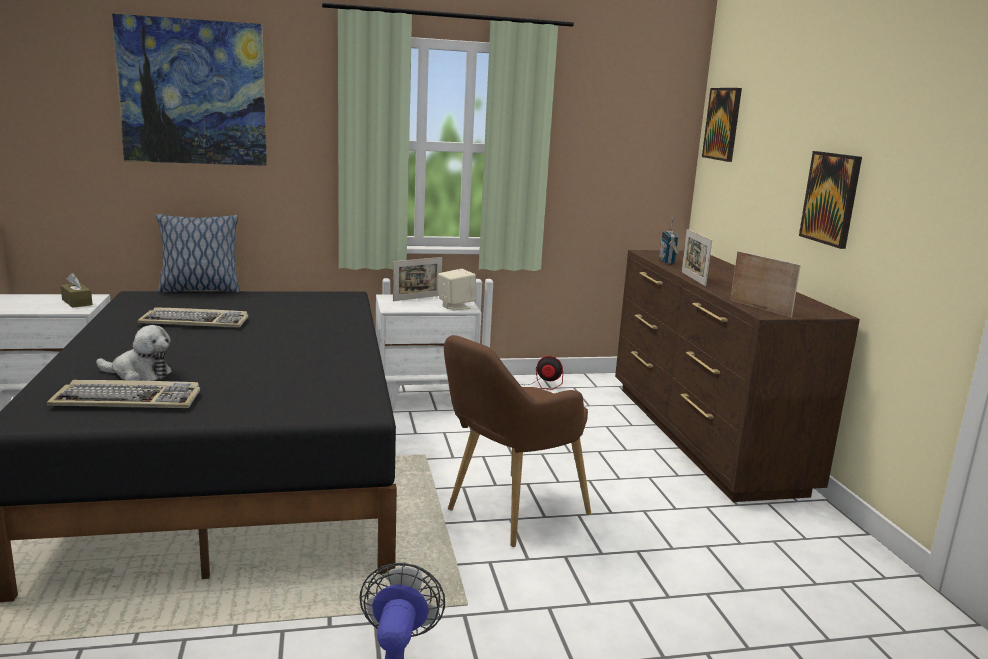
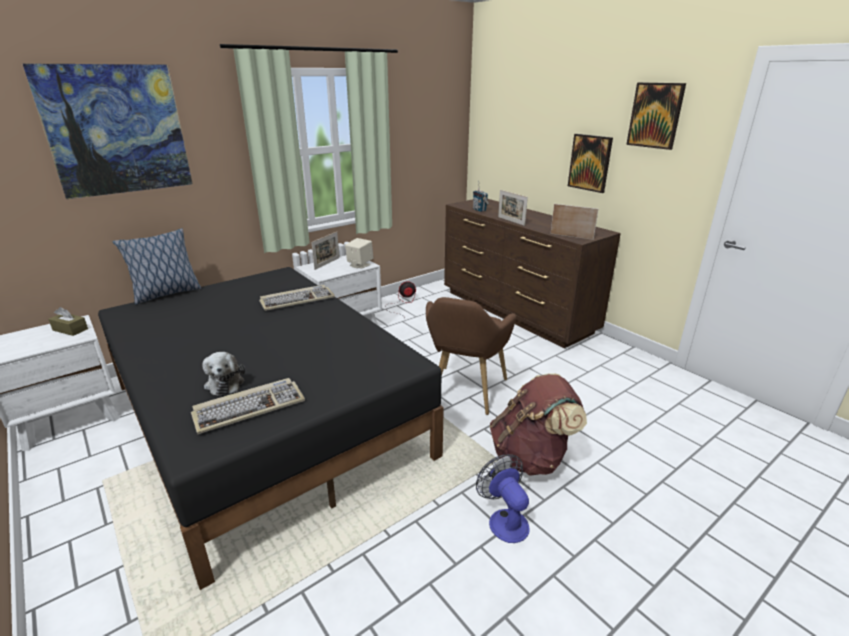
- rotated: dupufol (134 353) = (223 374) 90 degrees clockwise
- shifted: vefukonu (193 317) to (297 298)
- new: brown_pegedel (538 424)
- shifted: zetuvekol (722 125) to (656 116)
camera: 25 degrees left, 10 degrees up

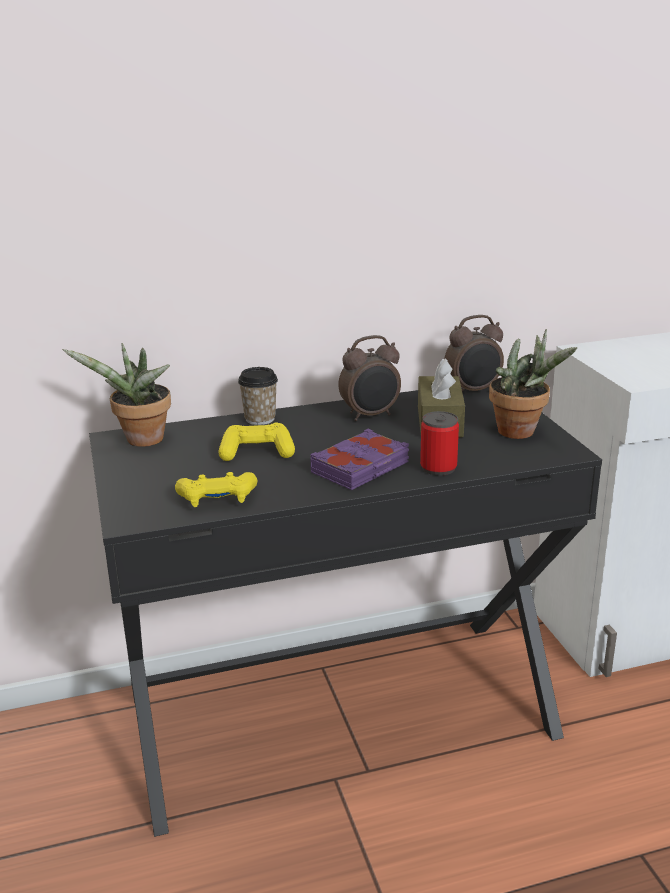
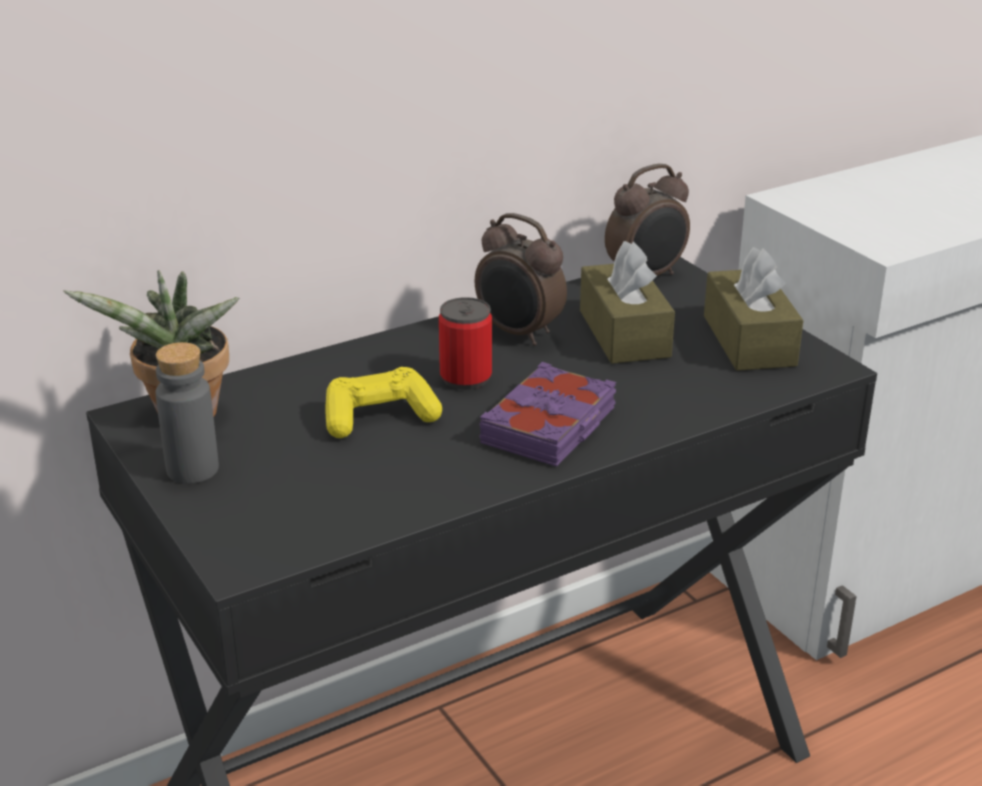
- new: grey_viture (187 413)
- shifted: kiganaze (439 443) to (465 343)
- rotated: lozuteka (369 378) = (521 279) 75 degrees clockwise
- swapped: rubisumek (533 384) to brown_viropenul (753 309)
- gone: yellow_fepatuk (216 489)
- gone: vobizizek (258 396)
camera: 15 degrees left, 5 degrees up

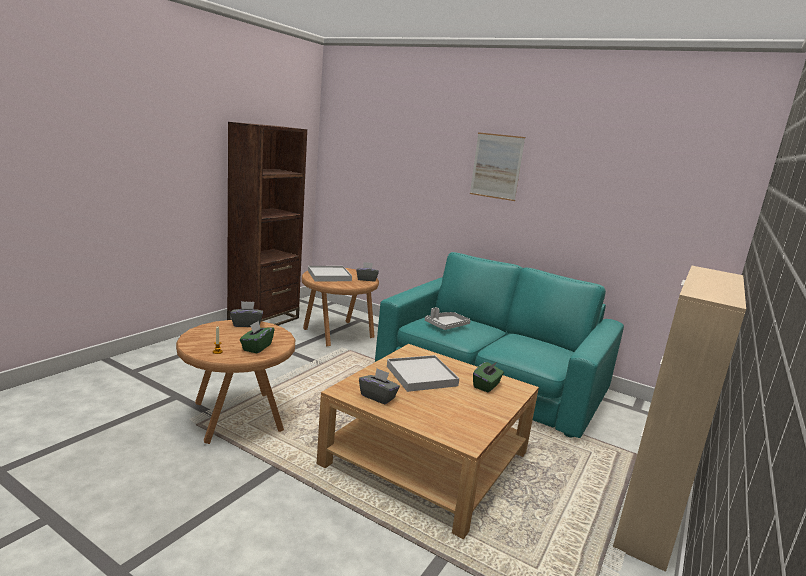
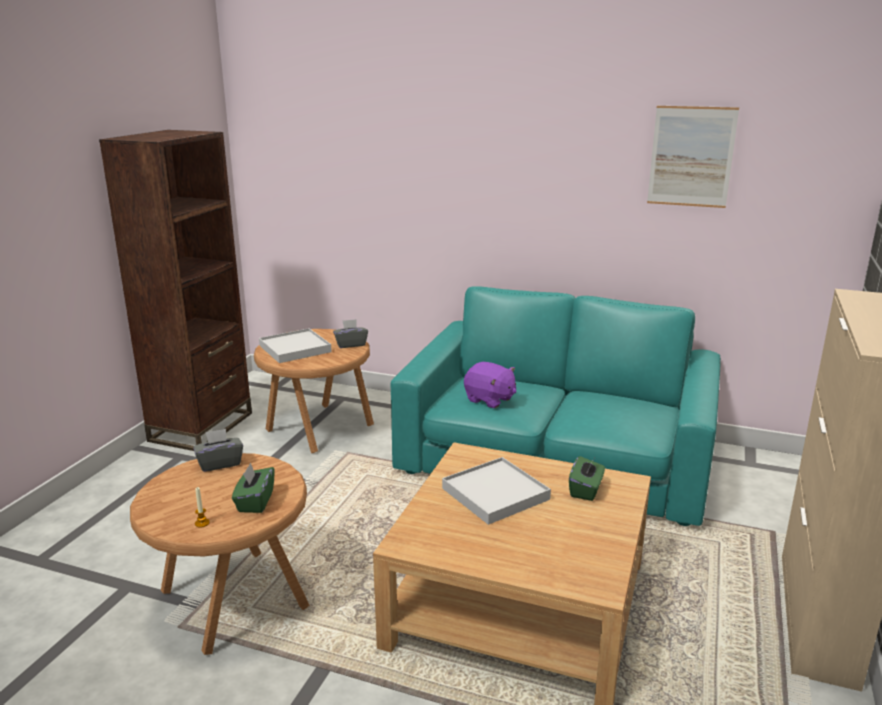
- swapped: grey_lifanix (448 318) to purple_dupufol (490 385)
- shifted: zetuvekol (497 166) to (693 157)
- gone: grey_viropenul (379 386)
camera: 10 degrees left, 5 degrees up

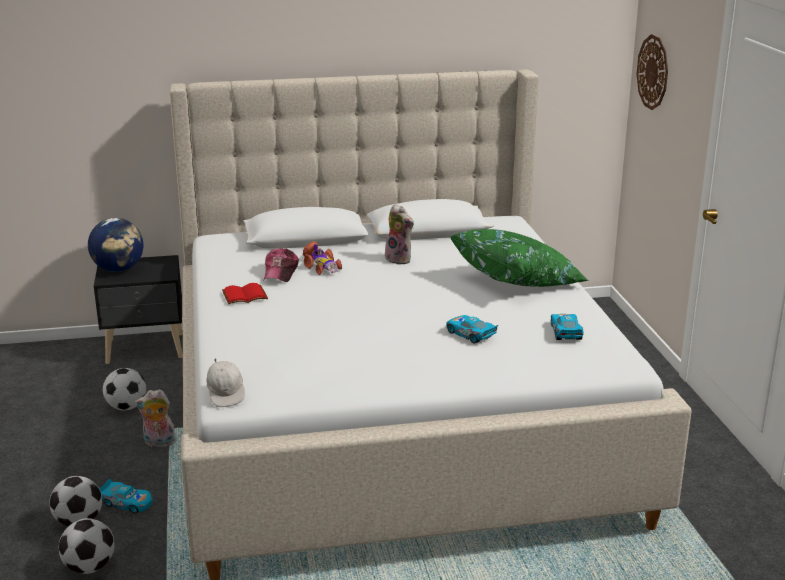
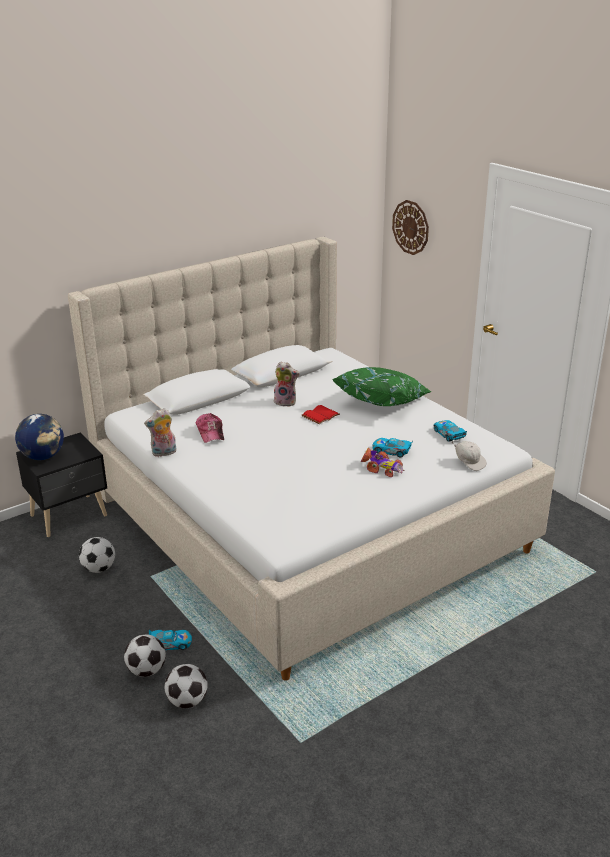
- shifted: dupufol (155 418) to (160 432)
- shifted: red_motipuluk (245 293) to (321 414)
- shifted: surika (322 258) to (383 462)
- shifted: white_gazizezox (226 382) to (469 456)
camera: 25 degrees left, 5 degrees up

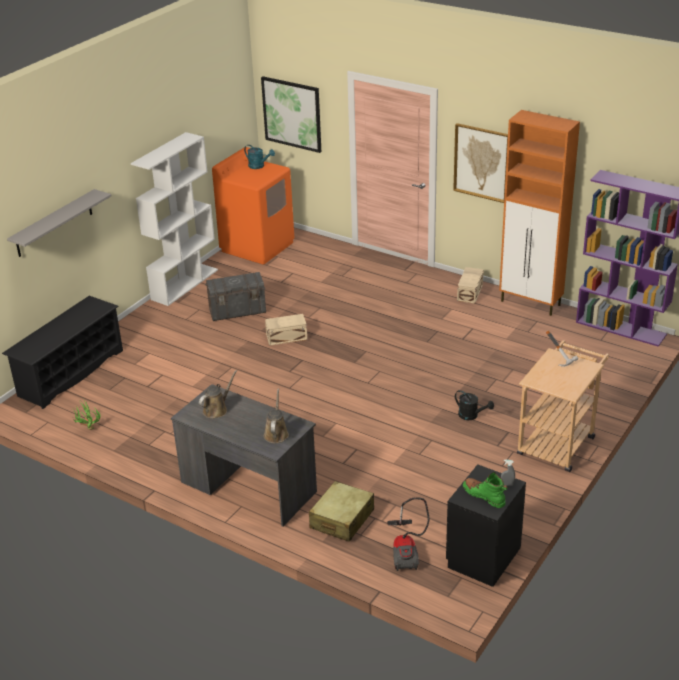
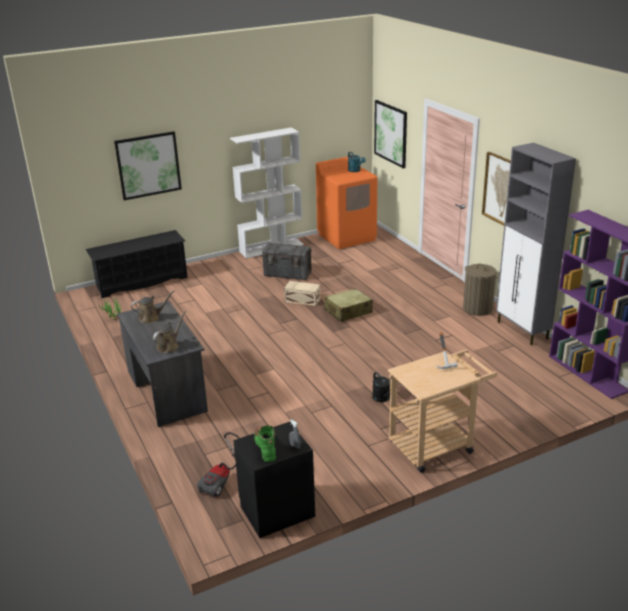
- swapped: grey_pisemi (59 223) to zetuvekol (148 165)
- shifted: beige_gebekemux (341 511) to (348 305)
- swapped: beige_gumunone (470 285) to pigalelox (480 290)
- repainted: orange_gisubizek (539 213) to grey_gisubizek (536 244)
camera: 30 degrees right, 5 degrees down

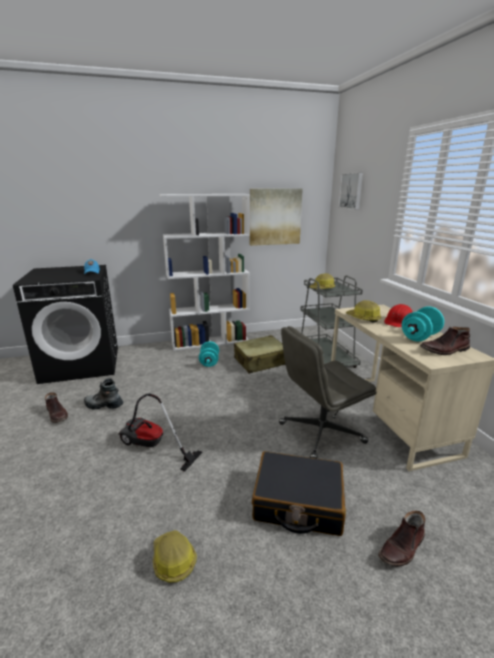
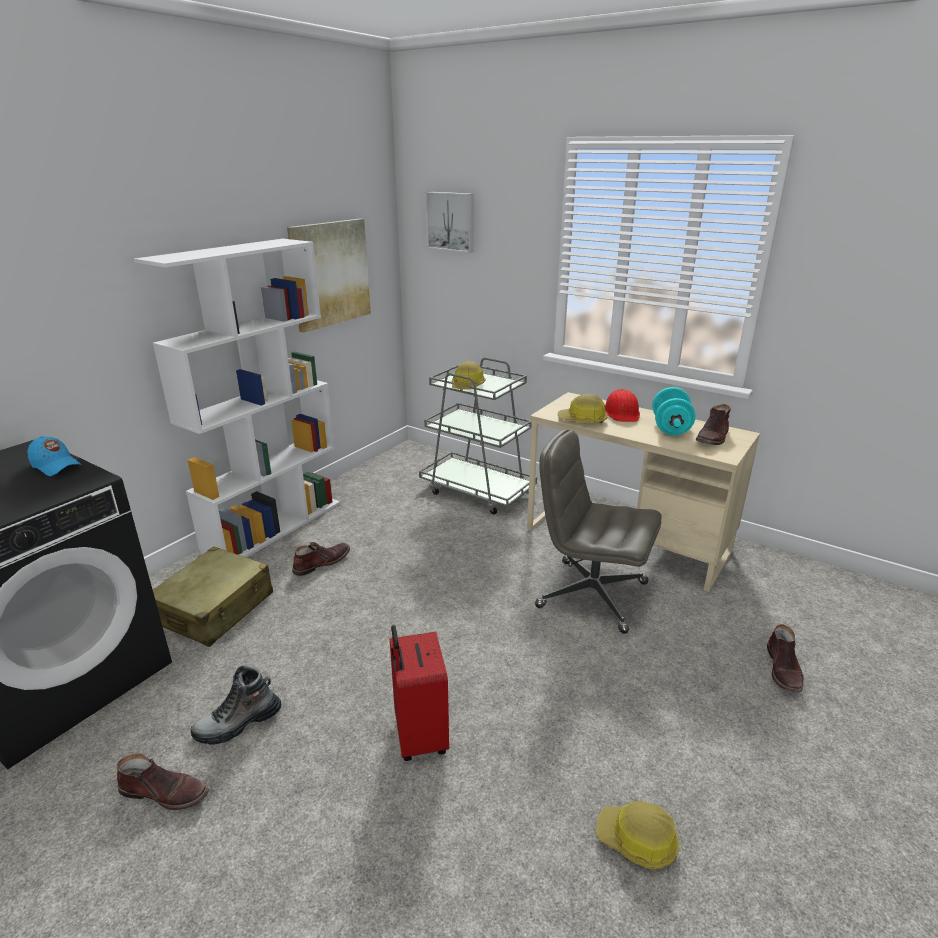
- shifted: beige_gebekemux (260 354) to (213 597)
- swapped: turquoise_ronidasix (209 354) to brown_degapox (321 559)
- swapped: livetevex (160 432) to red_gebekemux (419 693)
- rotated: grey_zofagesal (327 392) = (598 531) 90 degrees clockwise
- gone: black_gebekemux (299 493)
camera: 40 degrees left, 5 degrees up

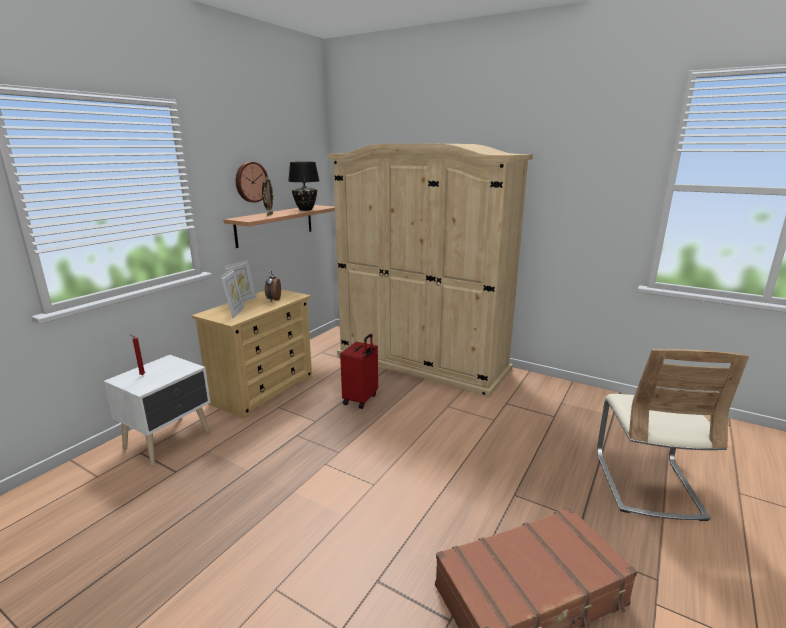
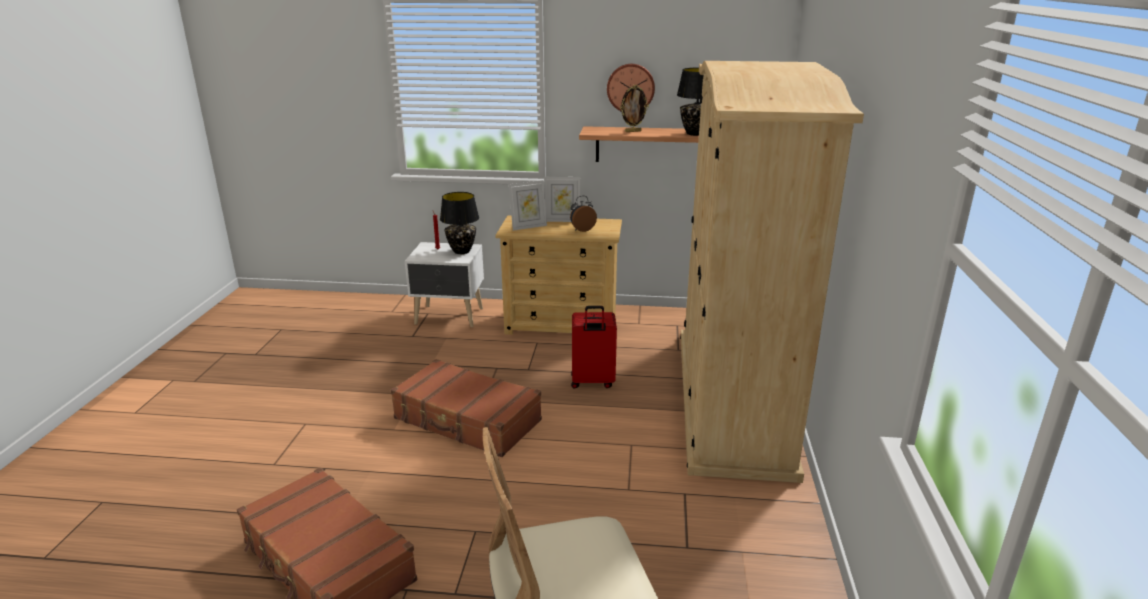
- new: brown_gebekemux (466 408)
- new: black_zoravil (459 223)
camera: 65 degrees right, 5 degrees up

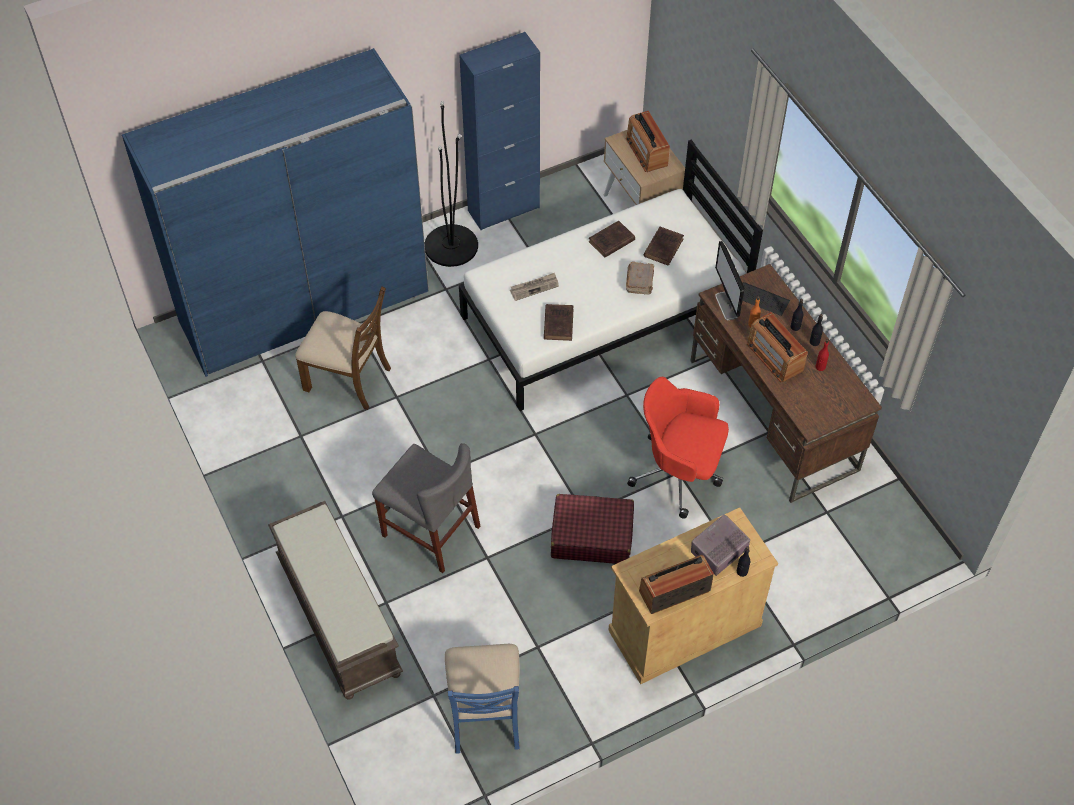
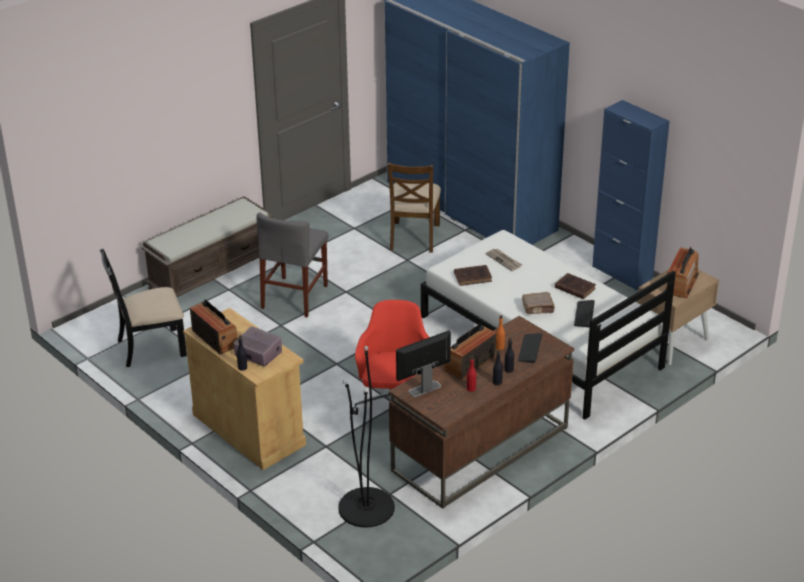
- repainted: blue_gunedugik (482 699) to black_gunedugik (143 307)
- shifted: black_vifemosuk (451 184) to (366 437)
- shifted: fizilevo (729 280) to (423 363)
- swapped: brown_motipuluk (664 246) to vefukonu (584 313)
- rotated: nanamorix (648 141) = (682 272) 150 degrees clockwise
- gone: red_gebekemux (592 529)
camera: 75 degrees right, 20 degrees down

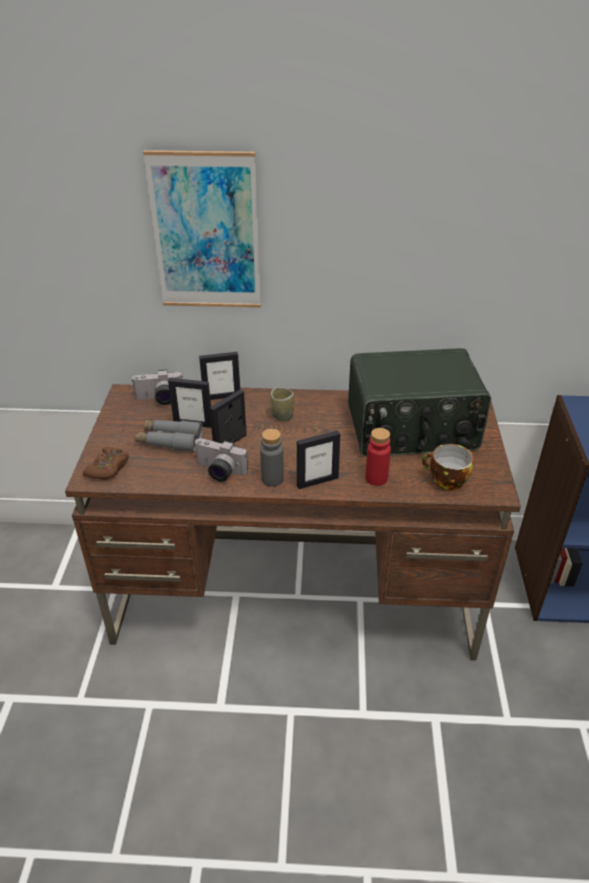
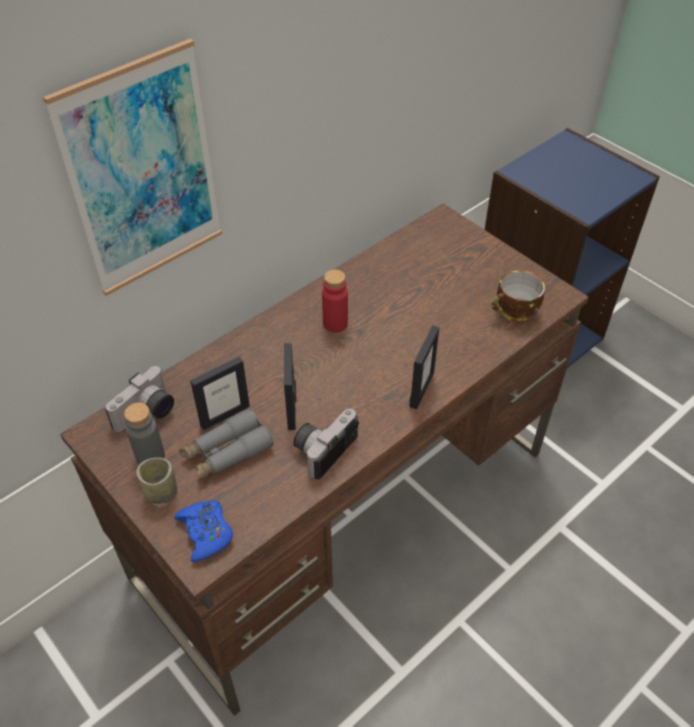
- shifted: grey_viture (272 458) to (144 434)
- shifted: vobizizek (282 404) to (156 481)
- repainted: brown_fepatuk (106 463) to blue_fepatuk (203 531)
- rotated: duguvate (221 460) = (326 444) 150 degrees clockwise
- shifted: red_viture (378 457) to (335 301)
- gone: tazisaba (219 376)
- gone: nanamorix (419 402)
camera: 45 degrees left, 10 degrees up

